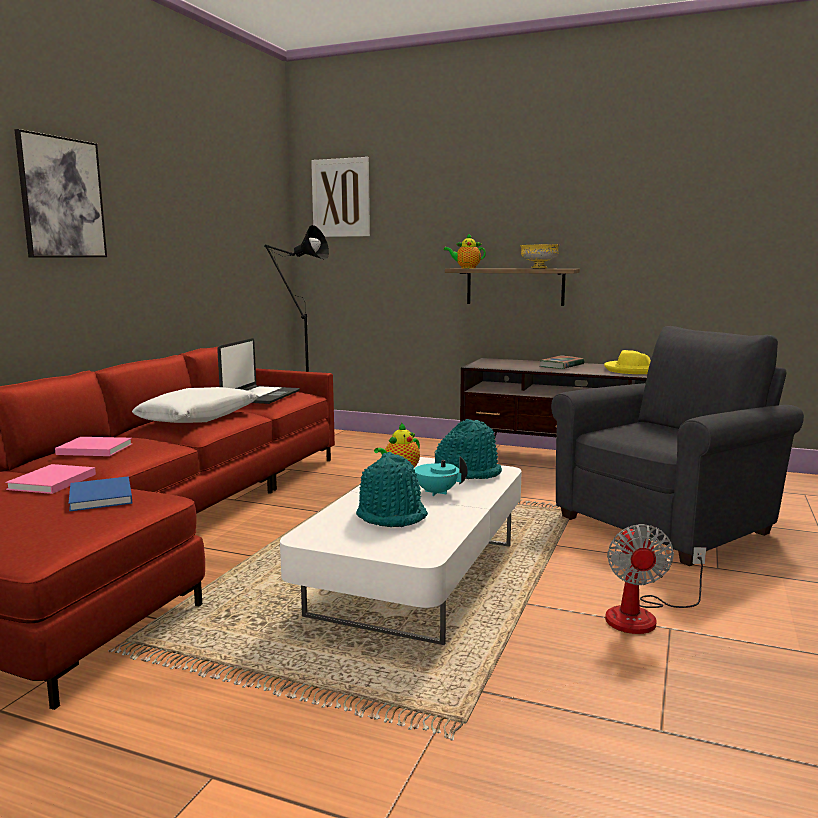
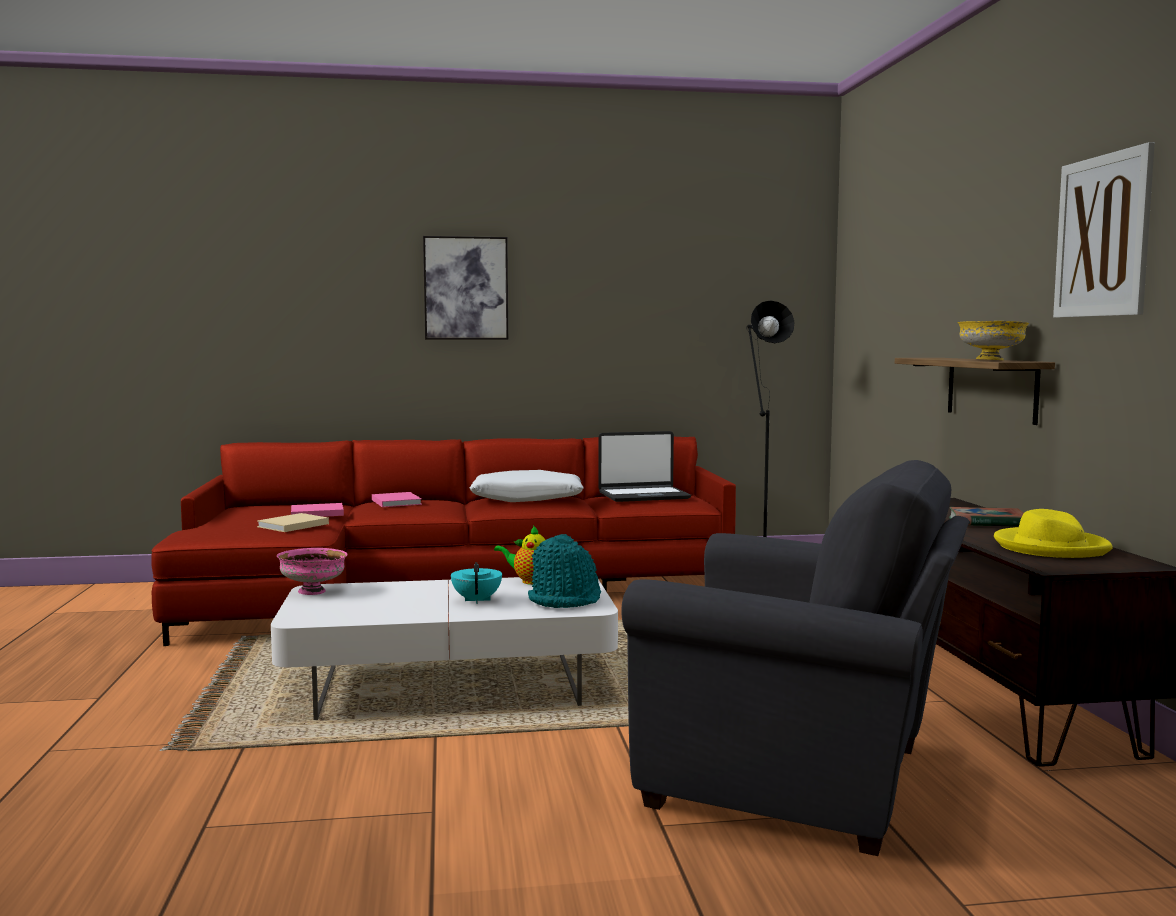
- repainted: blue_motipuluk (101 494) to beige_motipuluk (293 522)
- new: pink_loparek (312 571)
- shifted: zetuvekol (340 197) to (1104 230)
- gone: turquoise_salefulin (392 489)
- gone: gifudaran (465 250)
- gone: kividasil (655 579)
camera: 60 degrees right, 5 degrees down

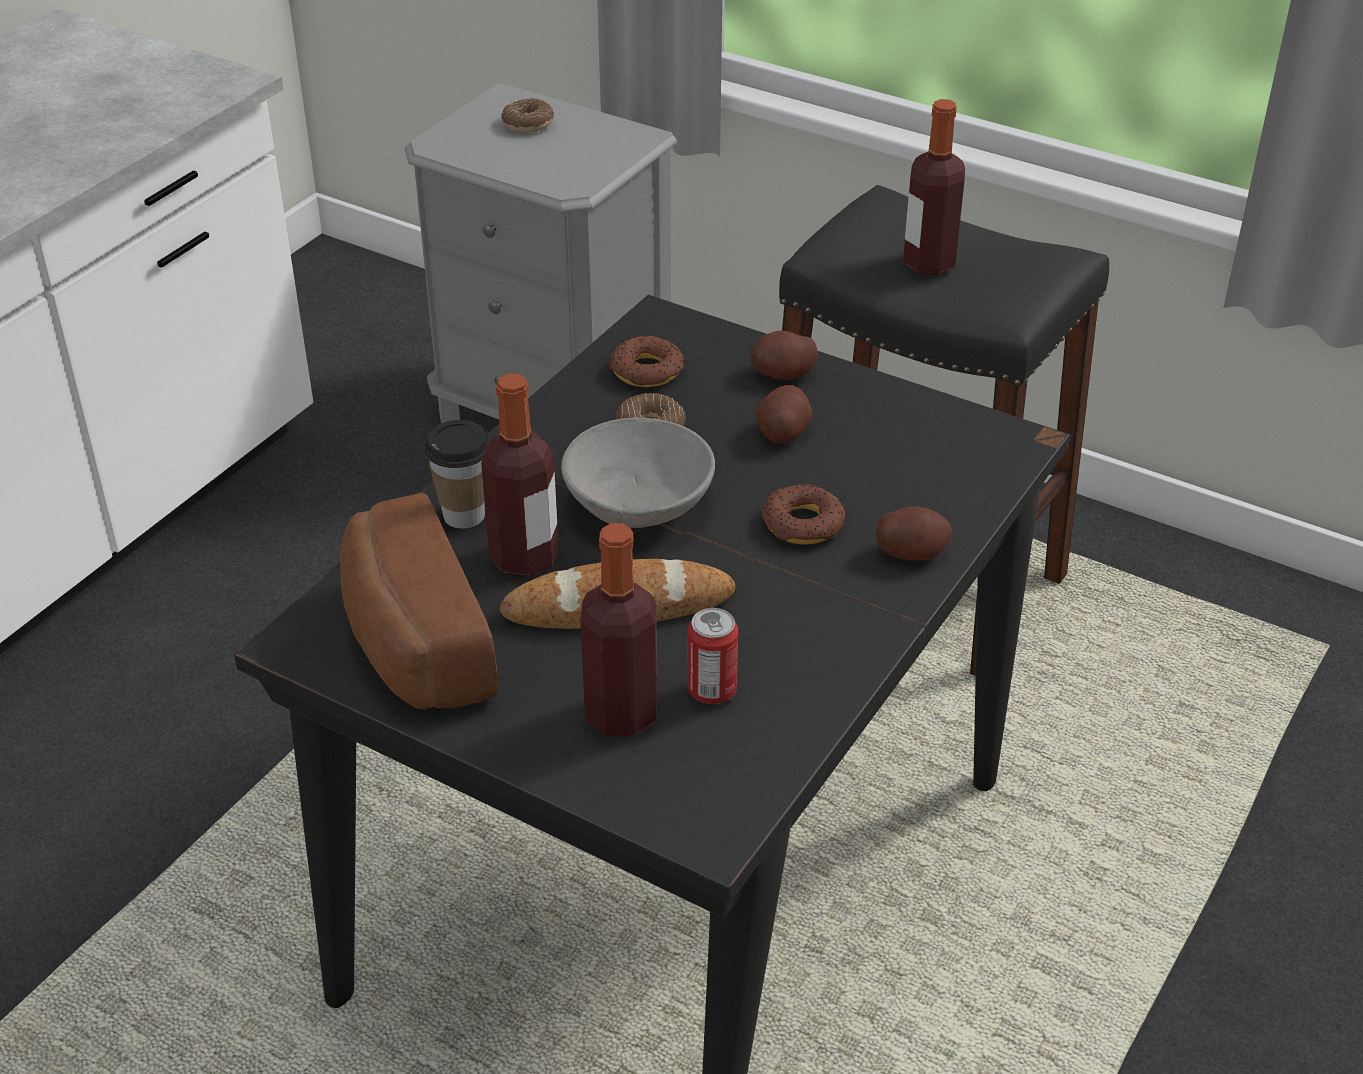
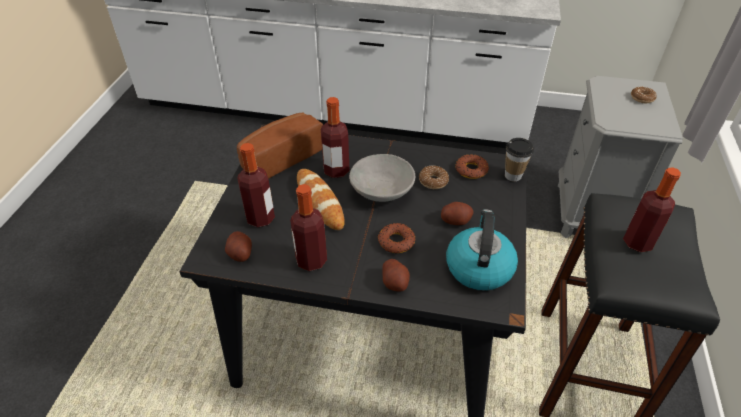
- shifted: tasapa (784 355) to (238 246)
- new: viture (308 227)
- new: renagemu (482 250)
- shifted: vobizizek (457 474) to (519 160)
- gone: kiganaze (713 656)
camera: 70 degrees right, 5 degrees up

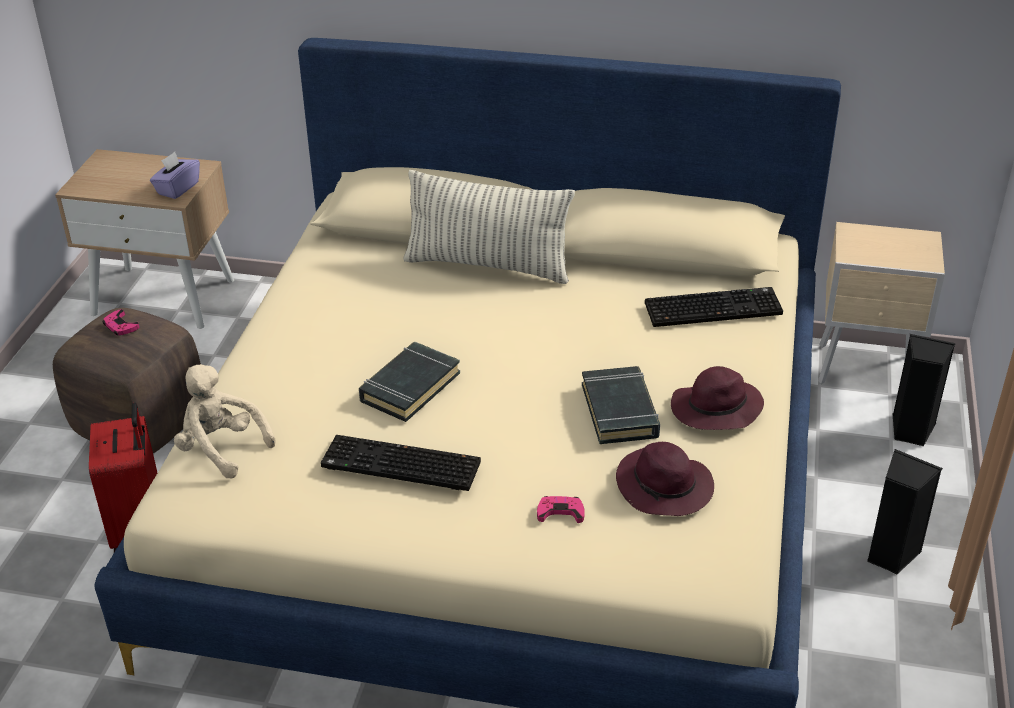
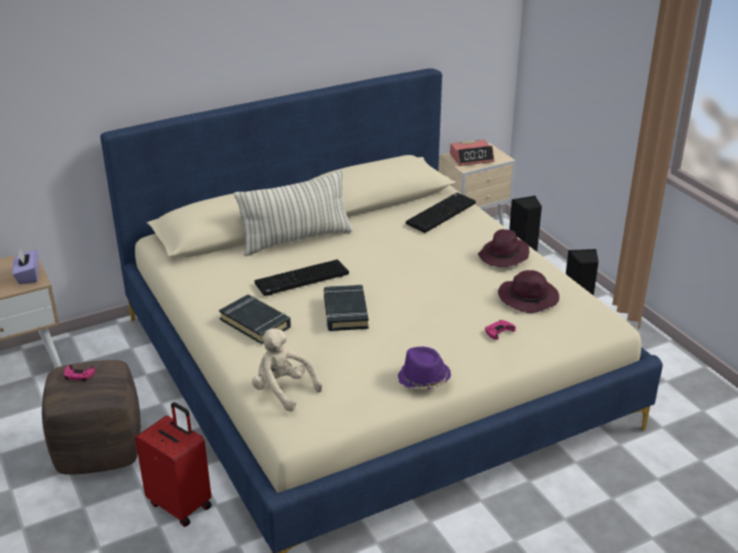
- shifted: black_motipuluk (621 405) to (255 319)
- rotated: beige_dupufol (225 421) = (287 369) 45 degrees clockwise
- shifted: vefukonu (401 463) to (301 278)
- new: purple_salefulin (424 368)
- new: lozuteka (472 152)
camera: 40 degrees left, 5 degrees down

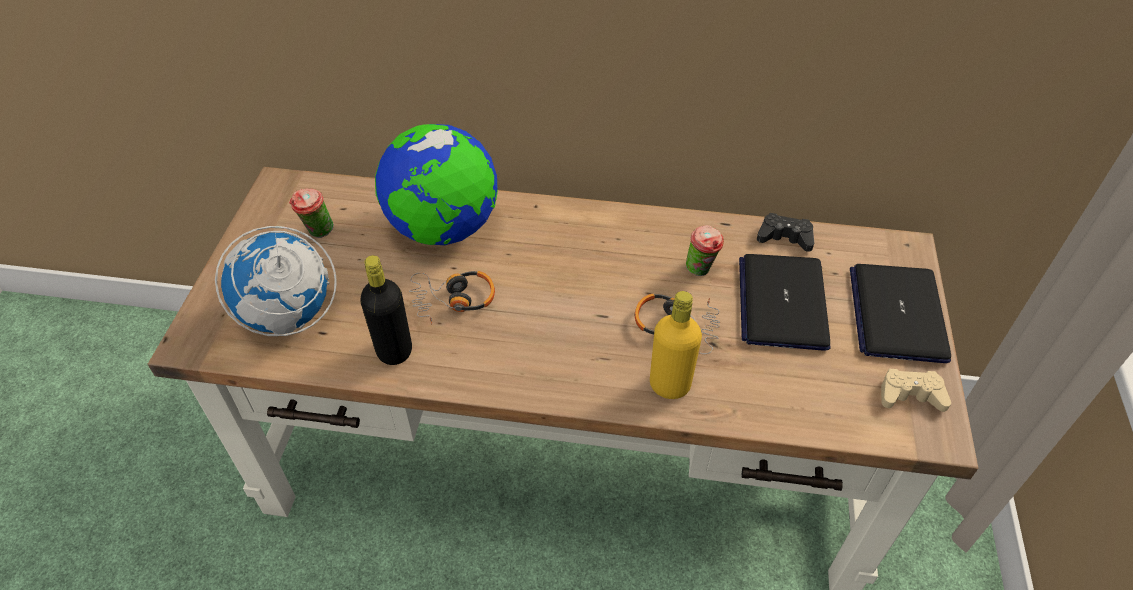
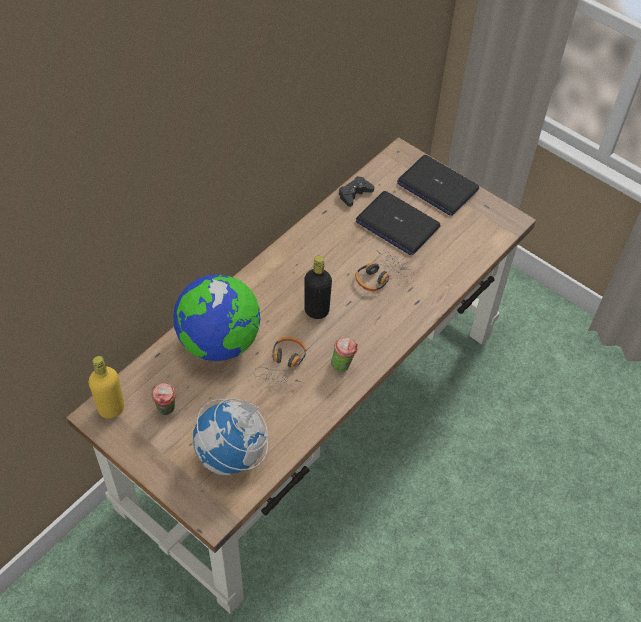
- shifted: yellow_viture (676 345) to (106 387)
- shifted: black_viture (386 310) to (318 287)
- shifted: vobizizek (705 250) to (344 354)
- gone: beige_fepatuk (916 390)
camera: 60 degrees left, 5 degrees up

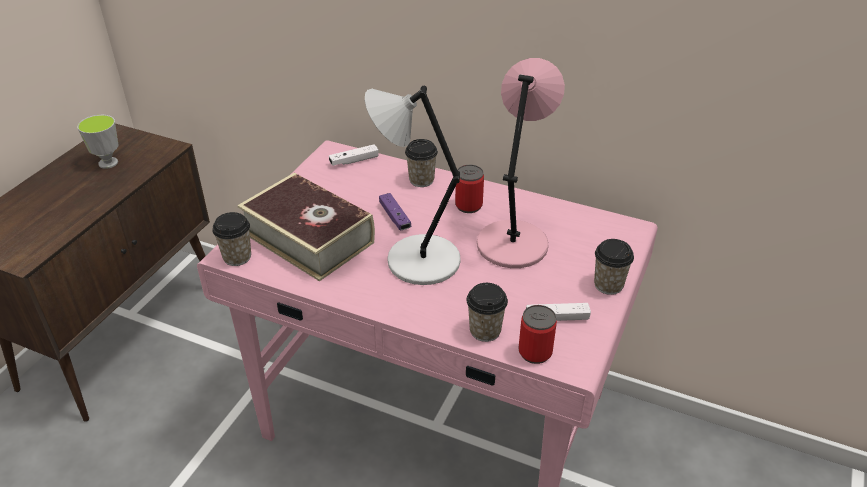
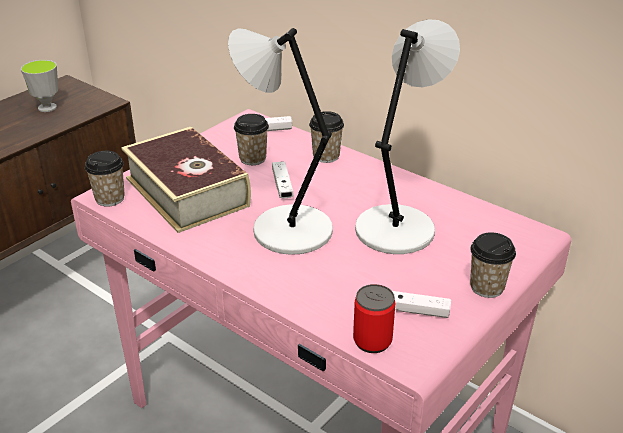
- shifted: vobizizek (487 312) to (251 139)
- repainted: purple_fepatuk (395 211) to white_fepatuk (283 179)
- repainted: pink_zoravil (521 163) to grey_zoravil (407 136)
- gone: kiganaze (469 189)
camera: 15 degrees right, 5 degrees down

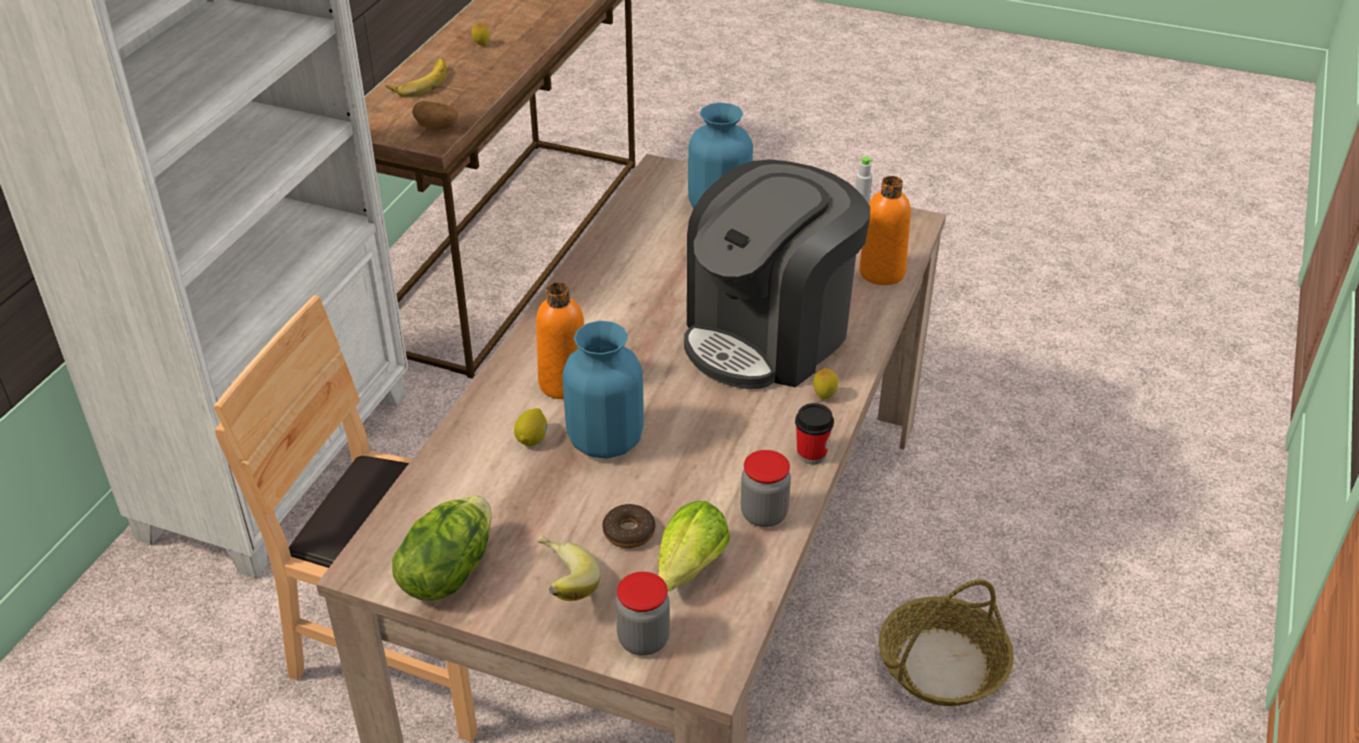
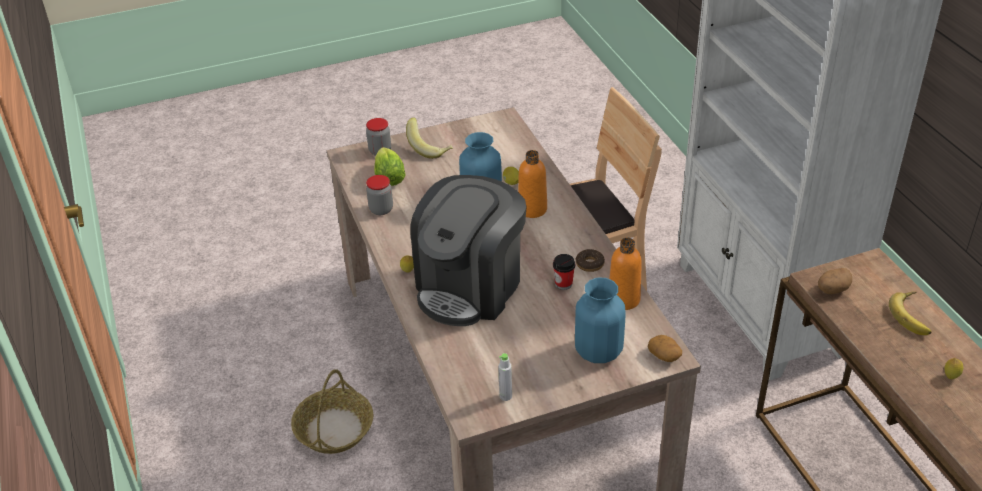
- rotated: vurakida (777 274) = (468 250) 150 degrees counterclockwise
- shifted: vobizizek (814 433) to (564 272)
- shifted: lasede (628 525) to (590 260)
- shifted: orange_viture (885 230) to (625 274)
- new: tasapa (665 348)
- gone: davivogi (442 548)
camera: 140 degrees right, 0 degrees up

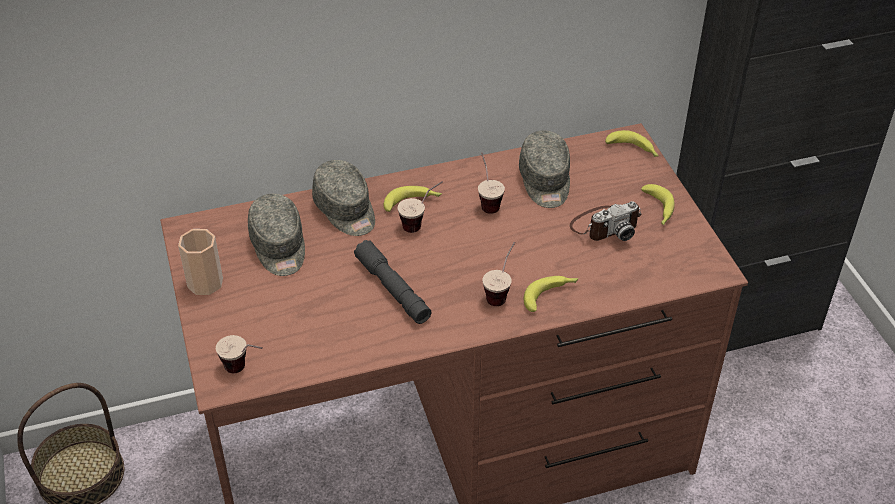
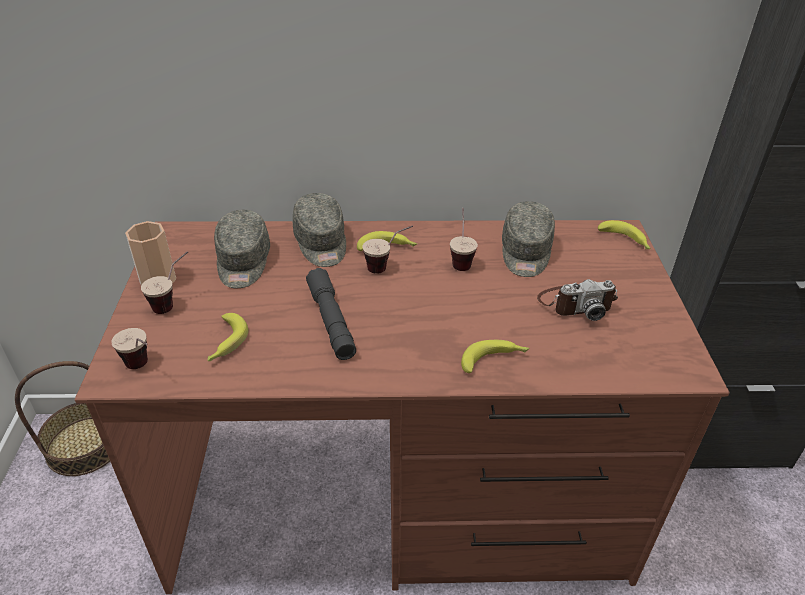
- shifted: vobizizek (498 274) to (164 283)
- shifted: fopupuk (658 204) to (228 337)
camera: 15 degrees right, 5 degrees down

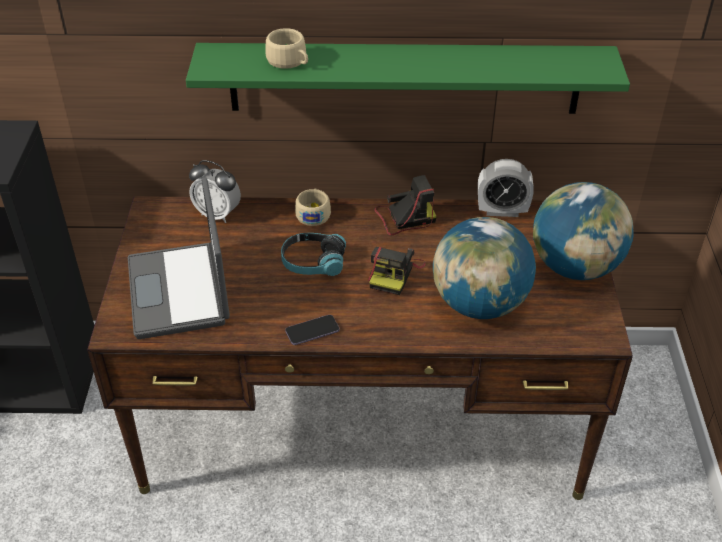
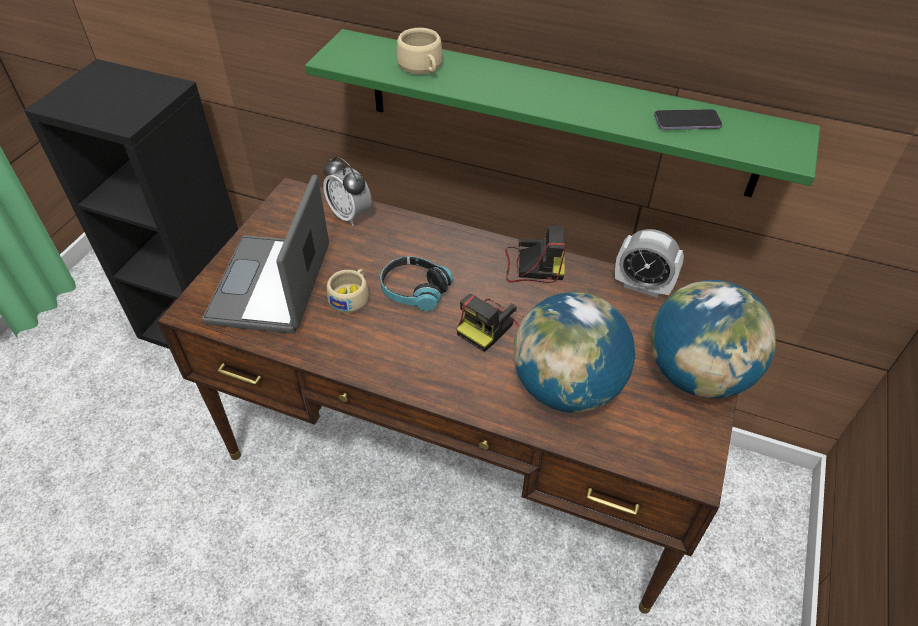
- shifted: beige_vobizizek (313 207) to (348 291)
- shifted: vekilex (312 330) to (688 119)
camera: 20 degrees right, 5 degrees up

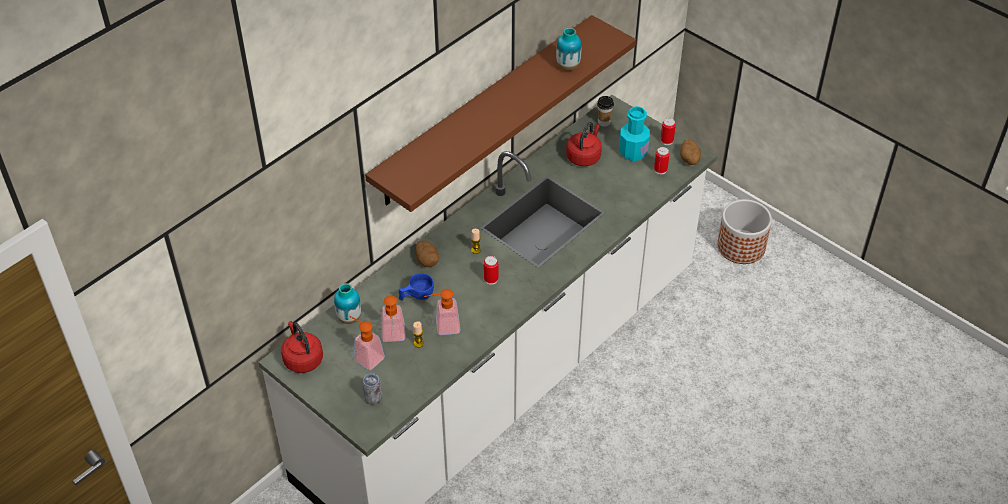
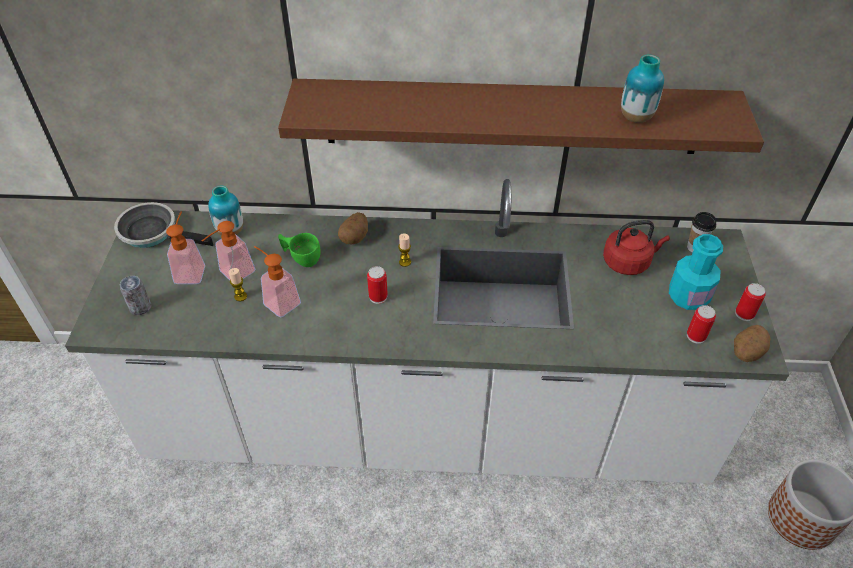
- swapped: red_renagemu (302 347) to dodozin (163 225)
- repainted: blue_vobizizek (416 287) to green_vobizizek (299 250)
camera: 50 degrees right, 0 degrees up

